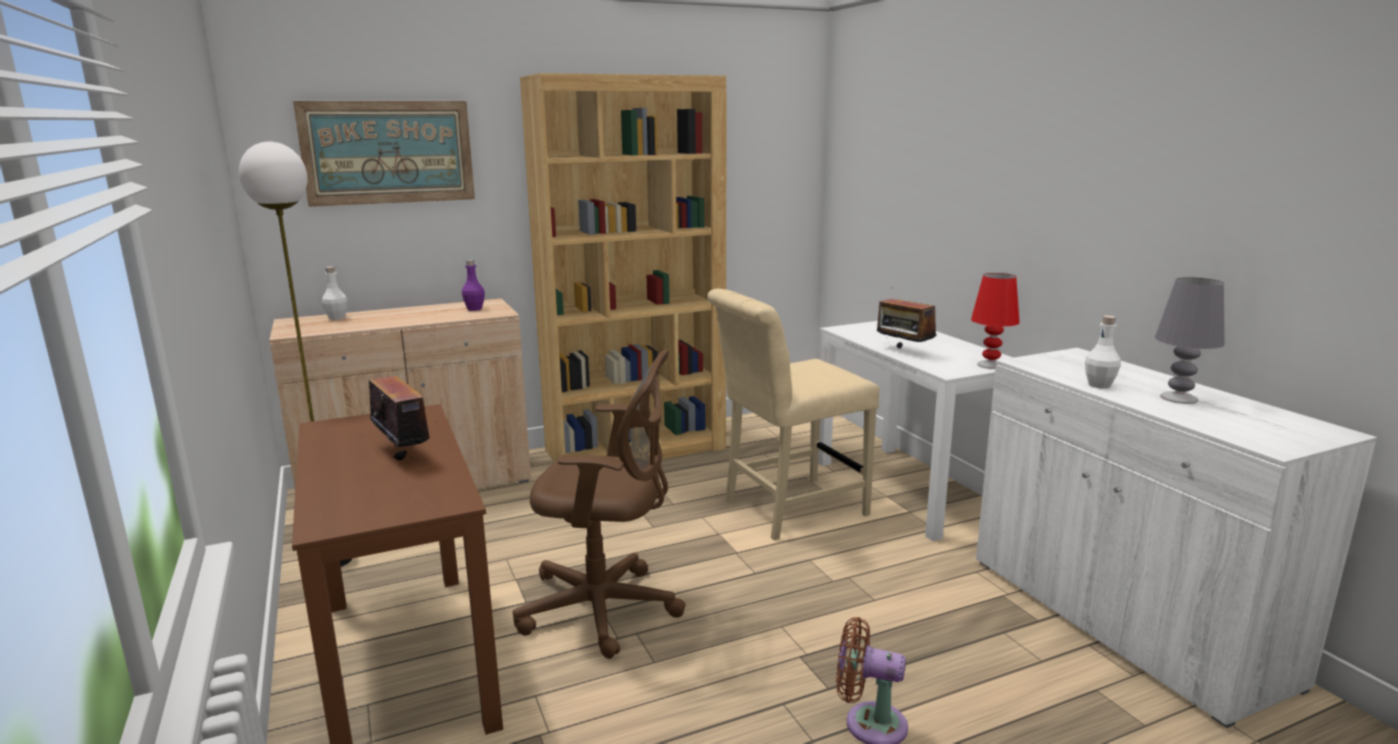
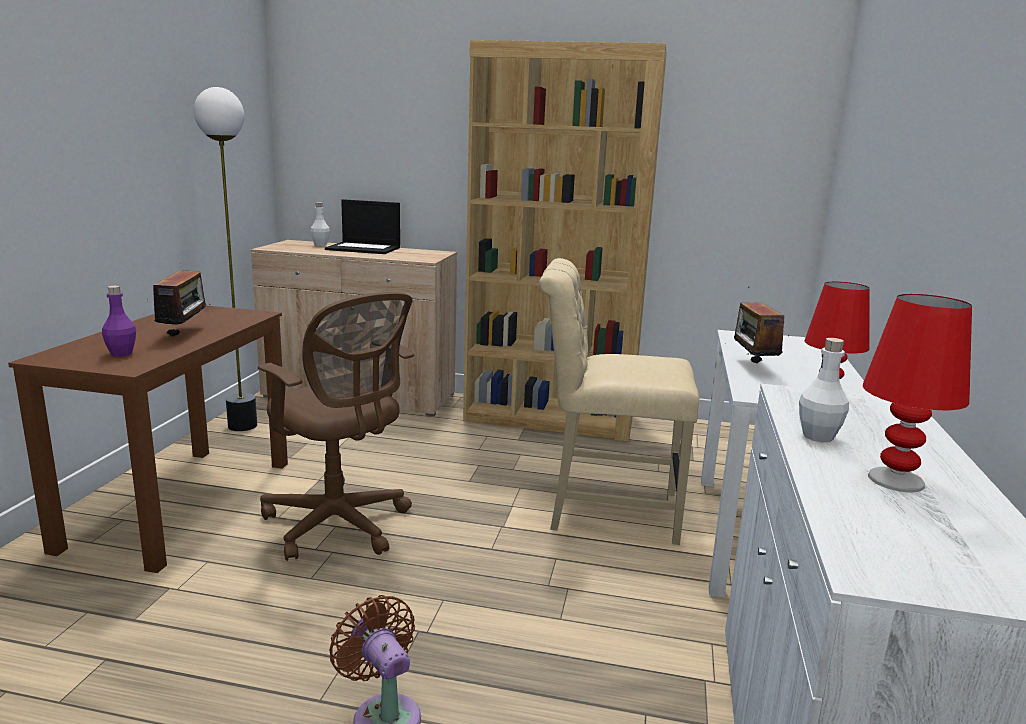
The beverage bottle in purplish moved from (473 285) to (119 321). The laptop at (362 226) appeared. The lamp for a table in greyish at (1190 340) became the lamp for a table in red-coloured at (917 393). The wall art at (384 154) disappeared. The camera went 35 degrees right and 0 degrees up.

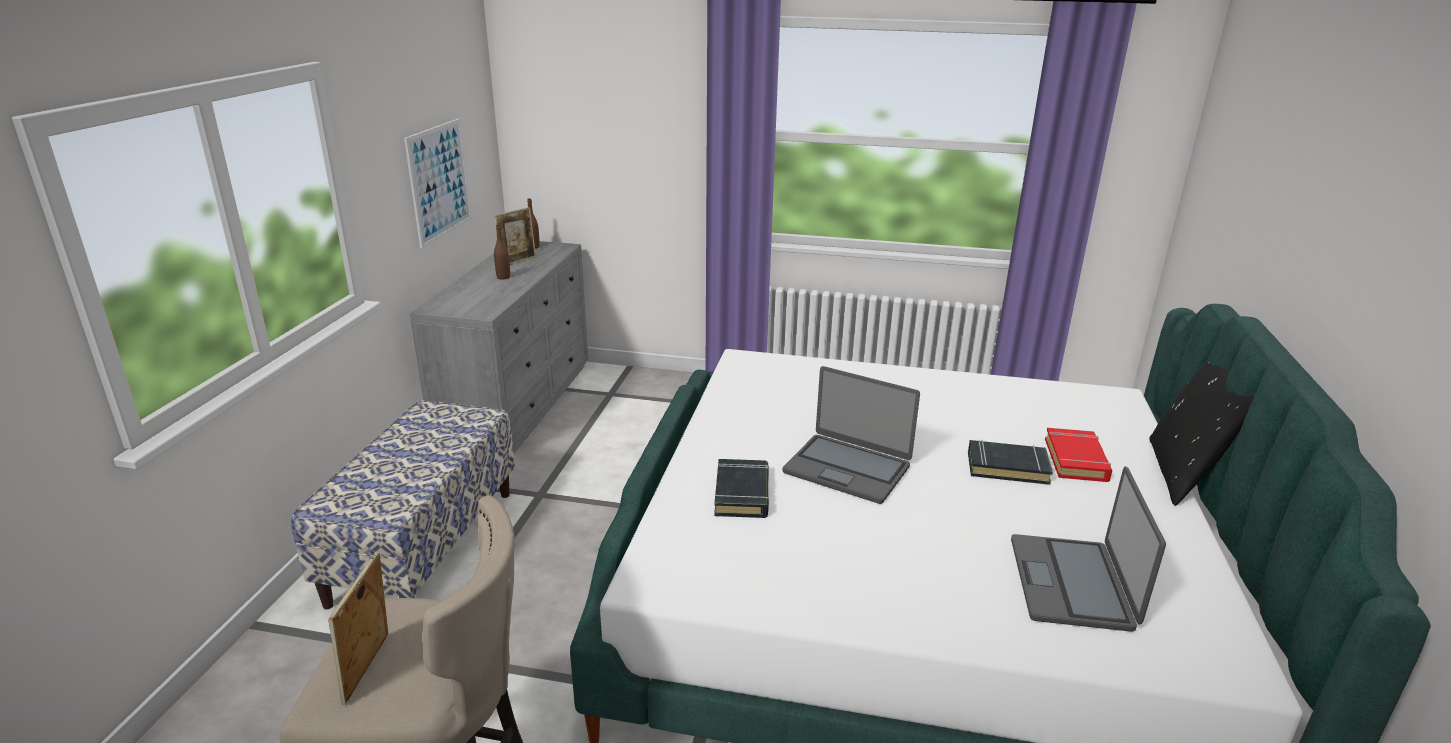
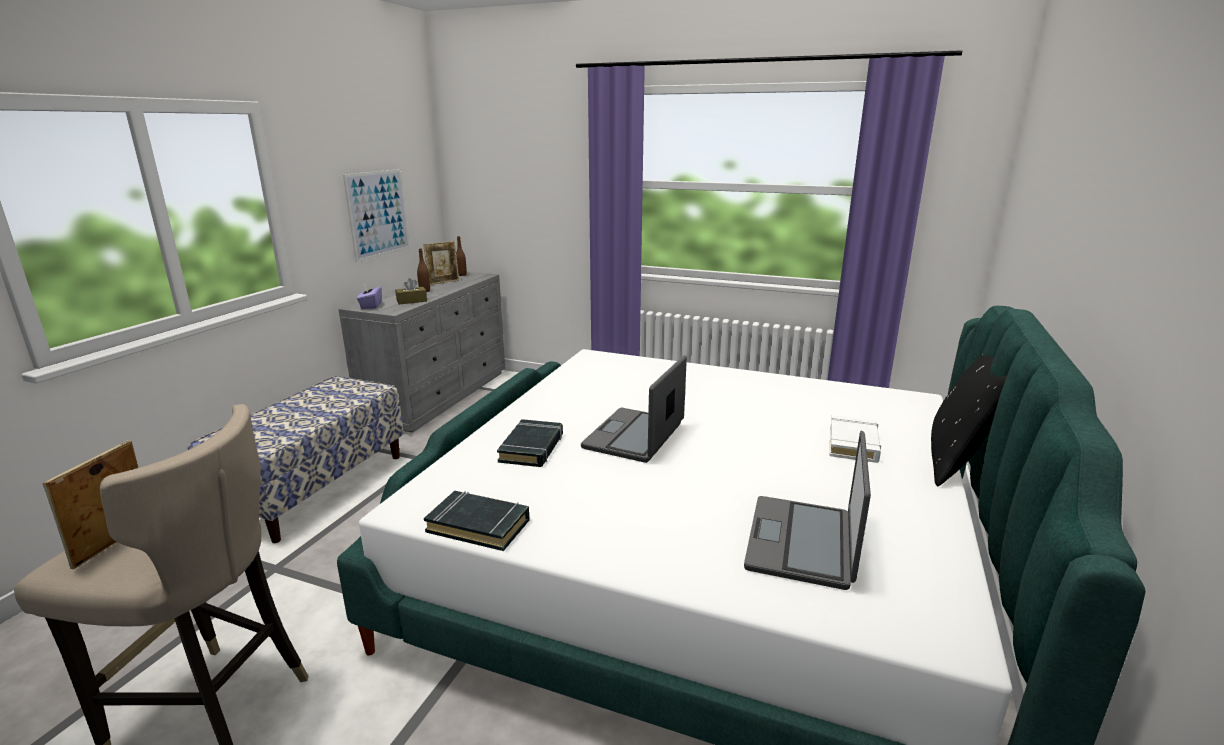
The tissue holder in purplish at (369 295) appeared. The tissue holder in brown at (411 291) appeared. The volume in blackish moved from (1010 462) to (477 521). The laptop at (851 435) turned 75 degrees clockwise. The volume in red-coloured at (1078 455) became the volume in white at (855 439). The camera went 10 degrees right and 5 degrees down.

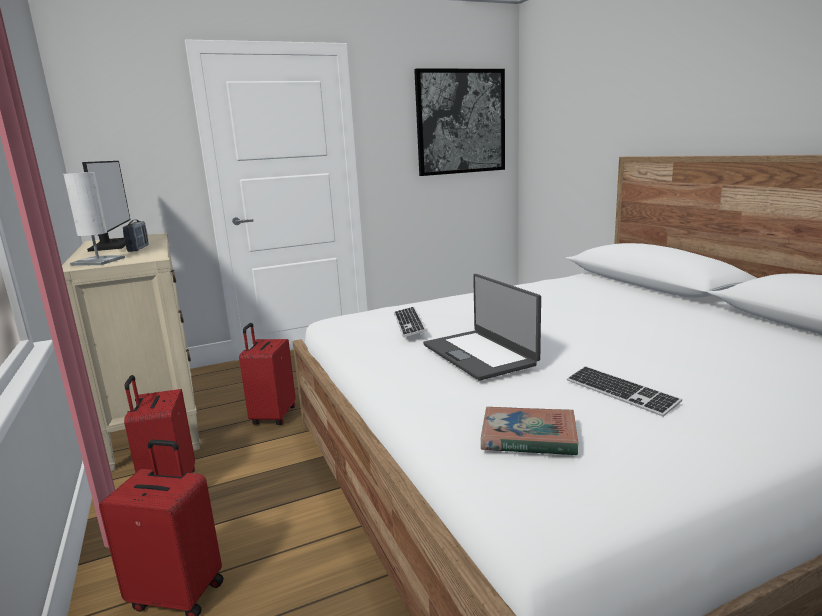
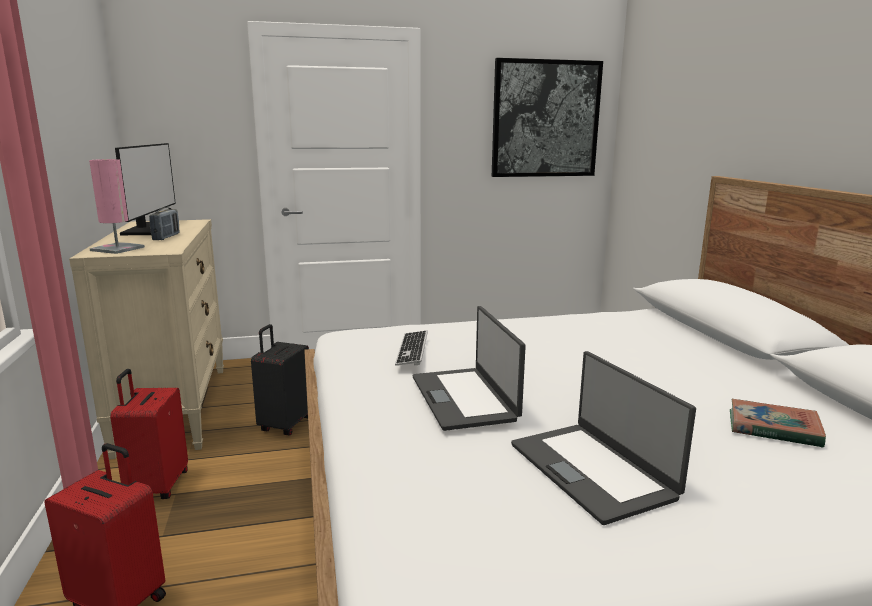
The lamp for a table in white at (94 219) became the lamp for a table in pink-coloured at (117 206). The travel case in red-coloured at (267 374) became the travel case in blackish at (280 379). The keyboard at (624 391) was replaced by the laptop at (603 438). The volume moved from (529 431) to (778 423). The camera went 10 degrees right and 0 degrees up.

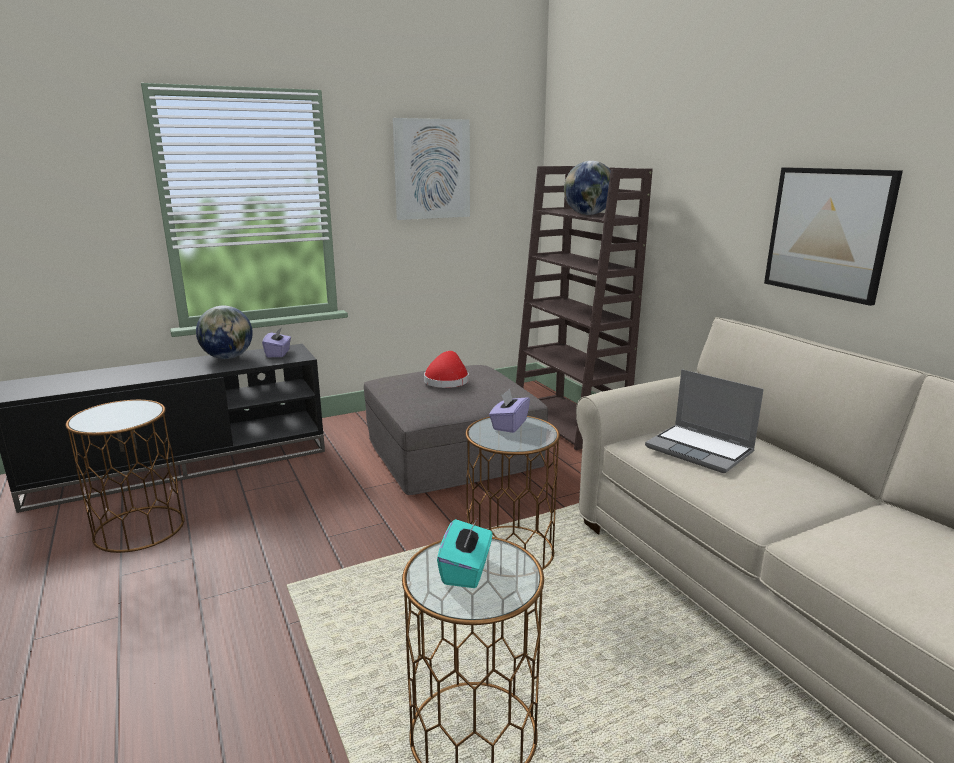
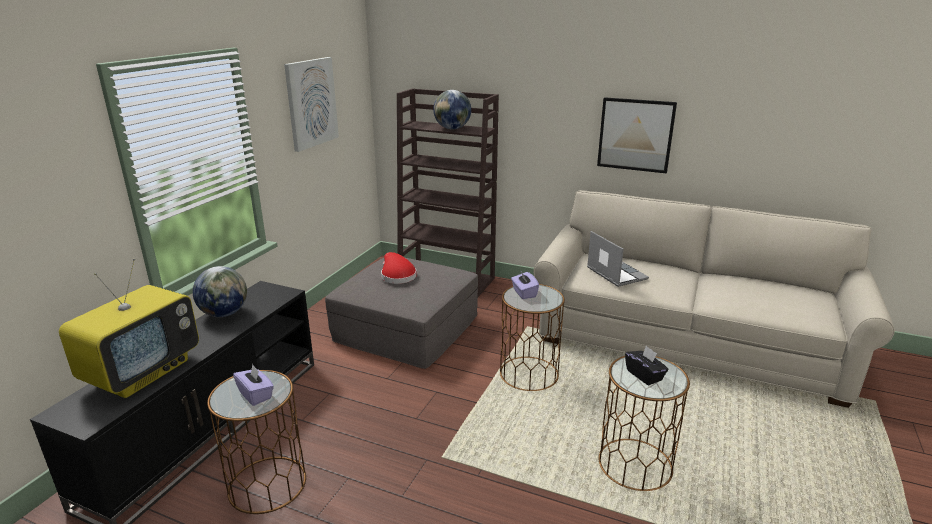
The TV set at (129 328) appeared. The tissue holder in purplish moved from (276 342) to (253 385). The laptop at (704 421) turned 120 degrees counterclockwise. The tissue holder in blue-green at (464 553) became the tissue holder in blackish at (646 365). The camera went 40 degrees left and 5 degrees up.

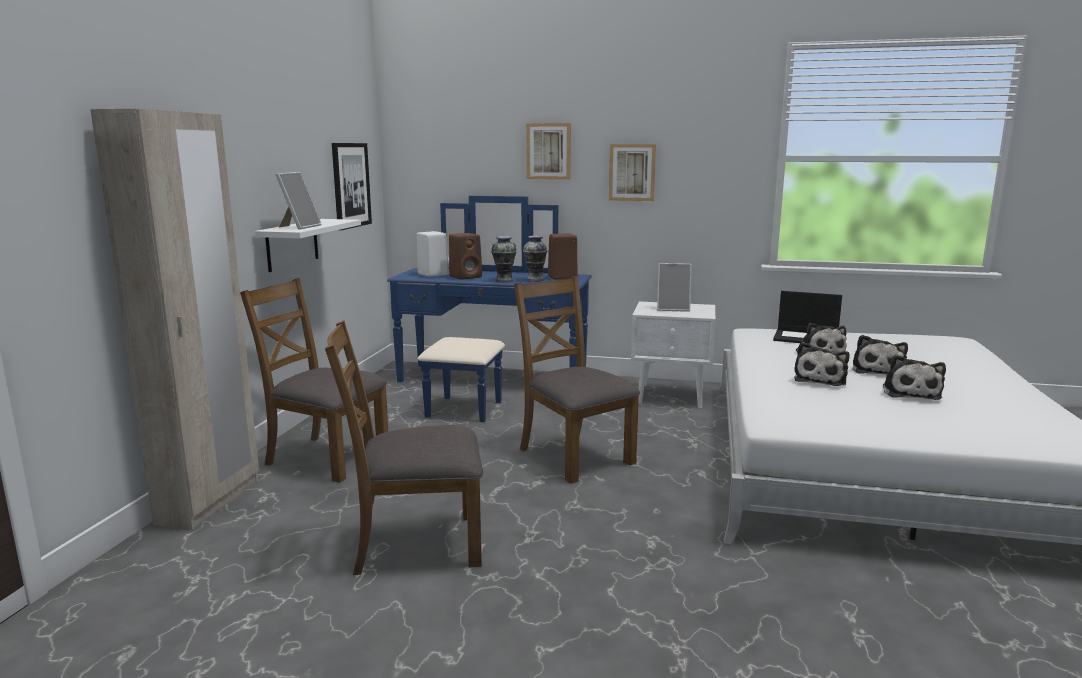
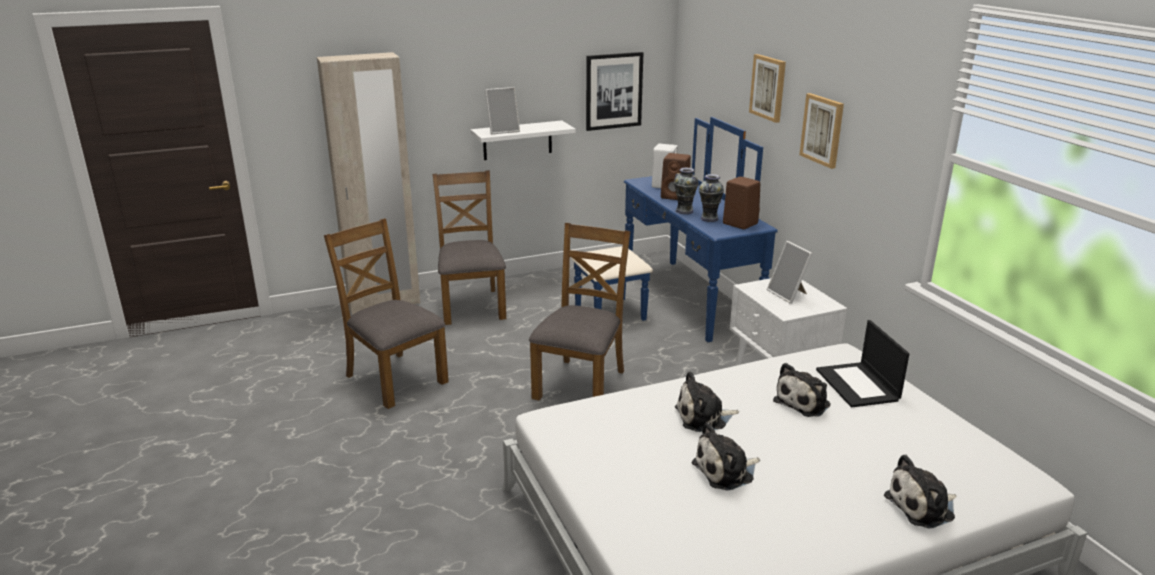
The plush toy moved from (880 355) to (920 492). The camera went 55 degrees right and 10 degrees up.

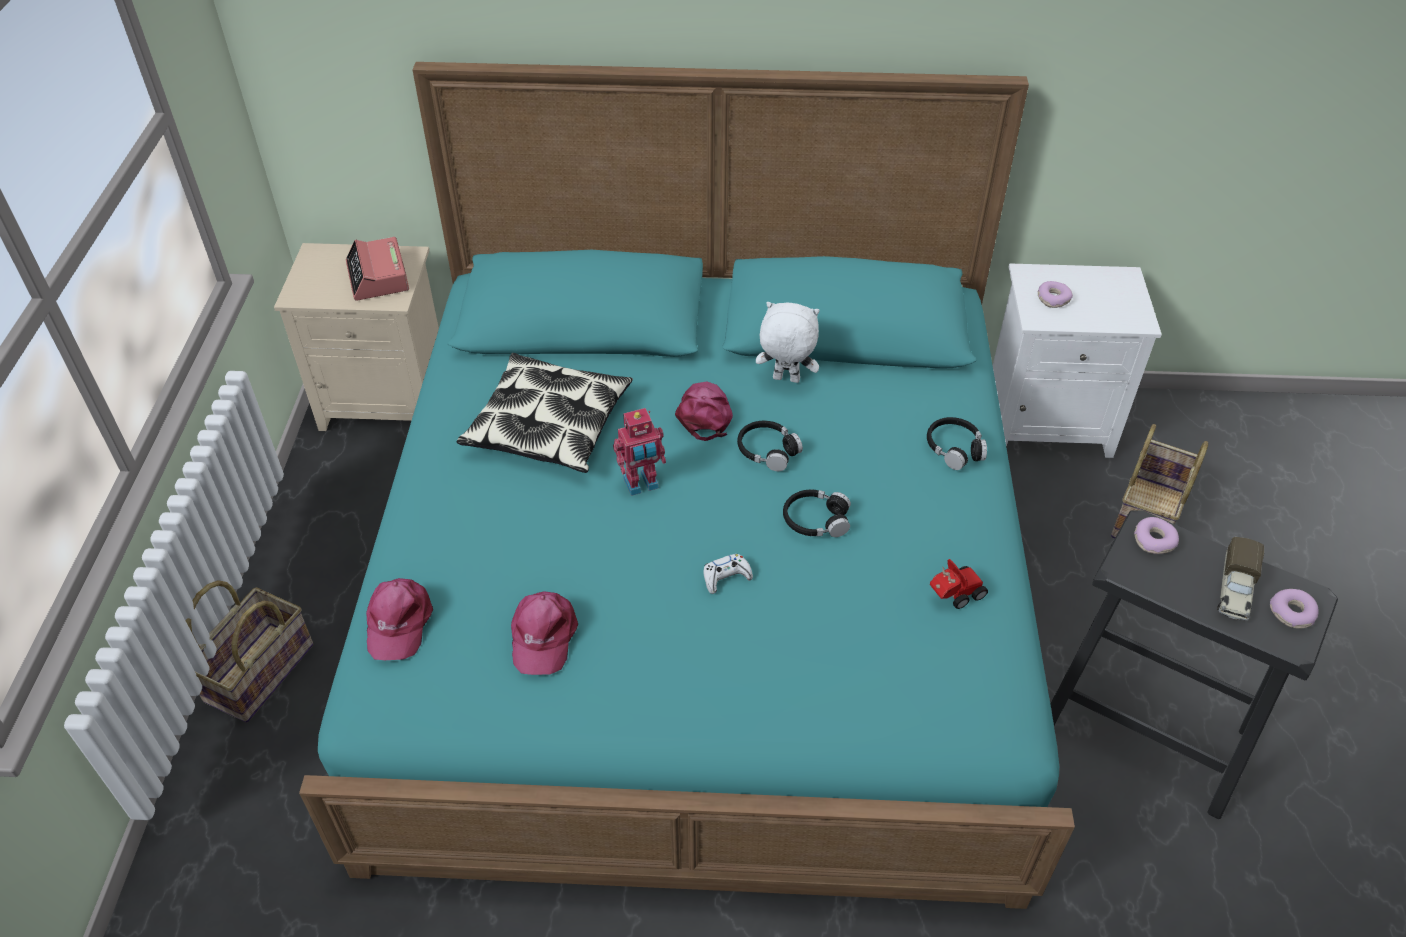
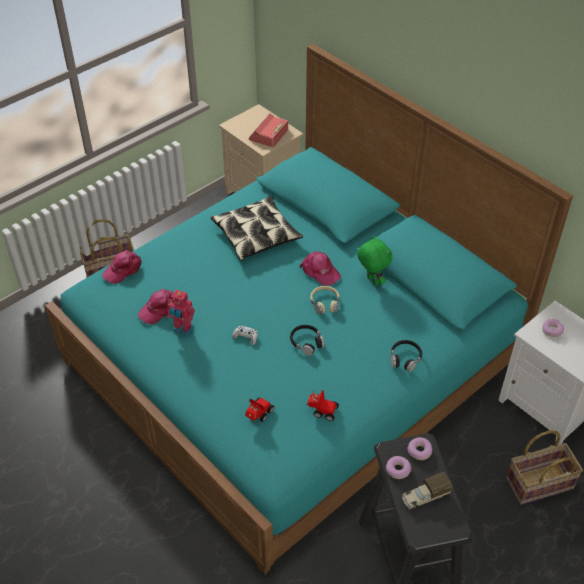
The toy robot moved from (639 452) to (181 312). The model car at (259 410) appeared. The peaked cap in pink-coloured at (704 411) turned 90 degrees clockwise. The headphones in blackish at (770 446) became the headphones in sand-coloured at (325 300). The plush toy in white at (788 342) became the plush toy in greenish at (374 260). The donut moved from (1294 609) to (398 467). The camera went 45 degrees right and 0 degrees up.

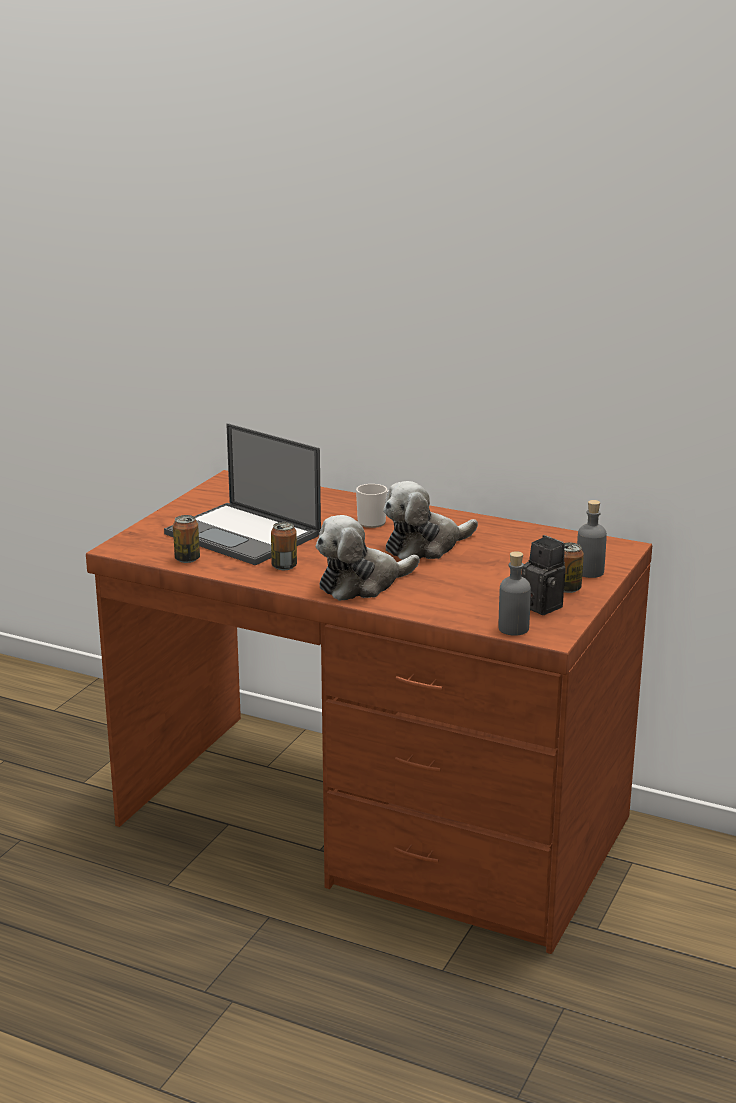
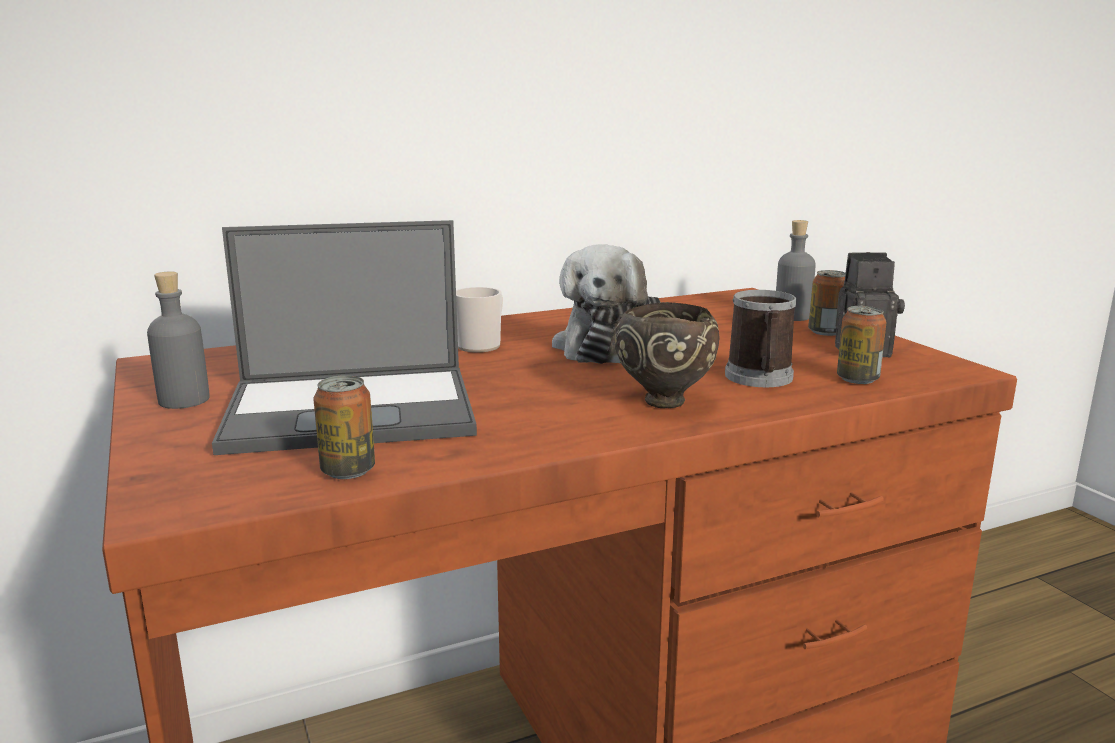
The beverage bottle in greyish moved from (515 593) to (178 340). The plush toy at (367 558) was replaced by the bowl in brown at (667 355). The coffee mug at (760 338) appeared. The metal can moved from (284 546) to (862 345). The camera went 50 degrees left and 5 degrees down.

